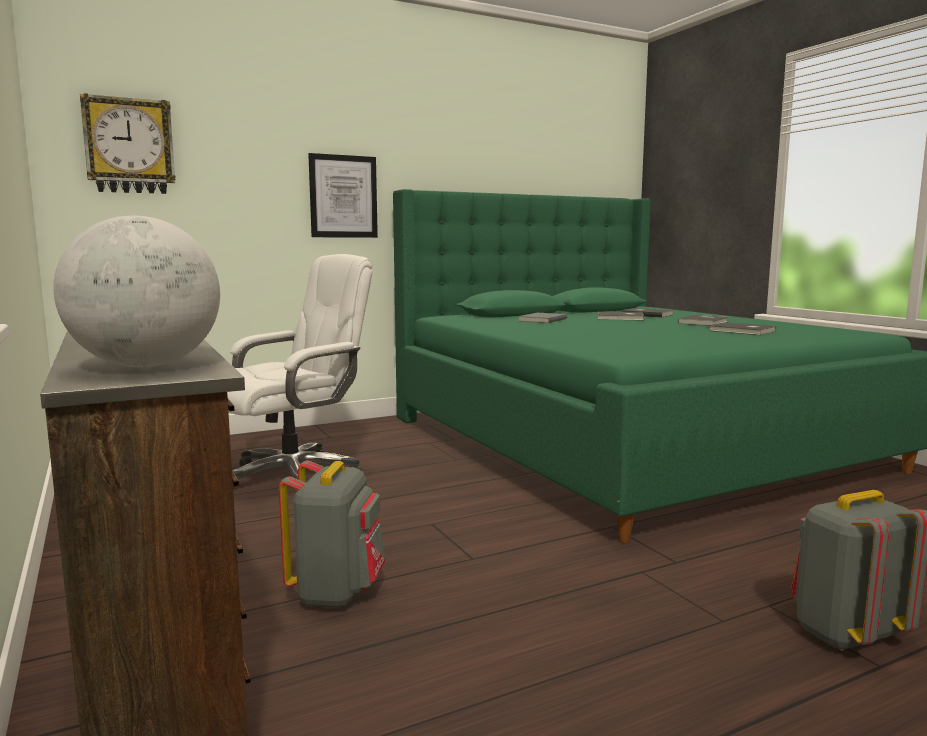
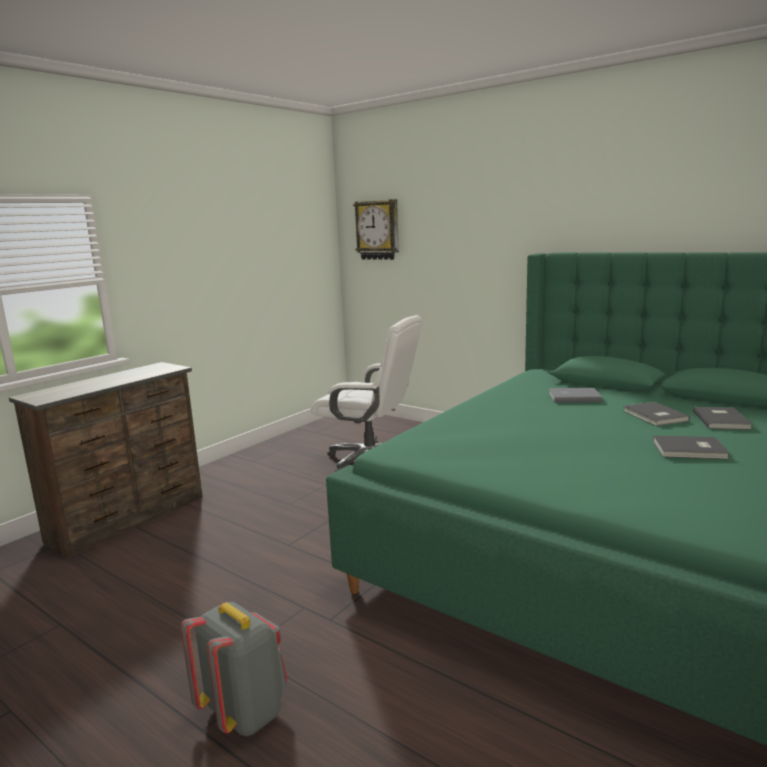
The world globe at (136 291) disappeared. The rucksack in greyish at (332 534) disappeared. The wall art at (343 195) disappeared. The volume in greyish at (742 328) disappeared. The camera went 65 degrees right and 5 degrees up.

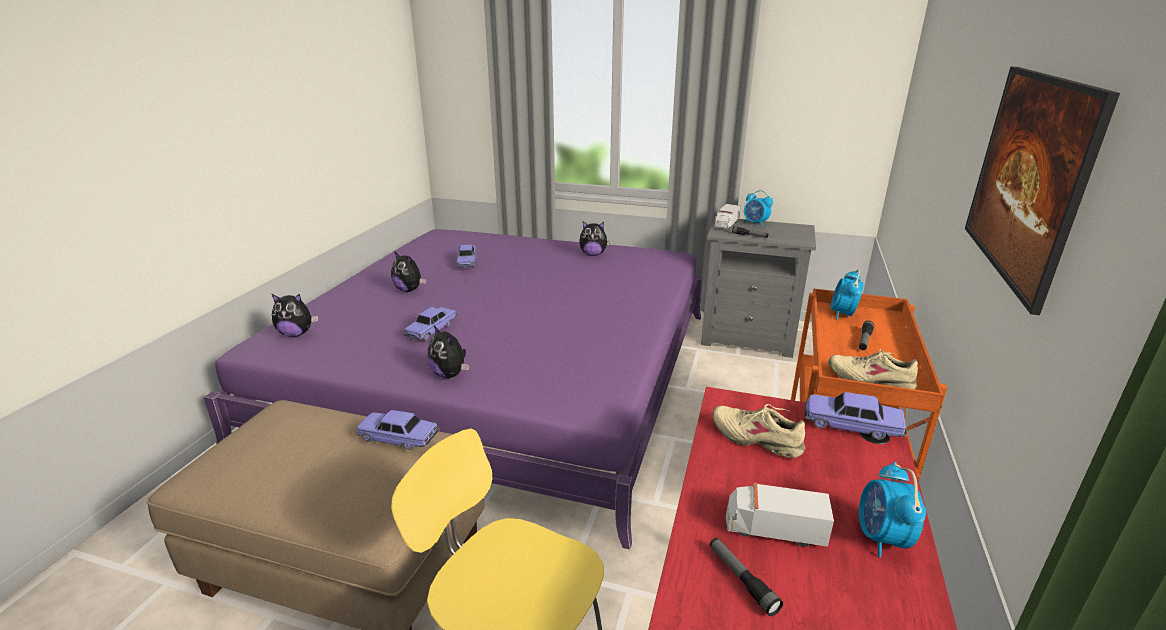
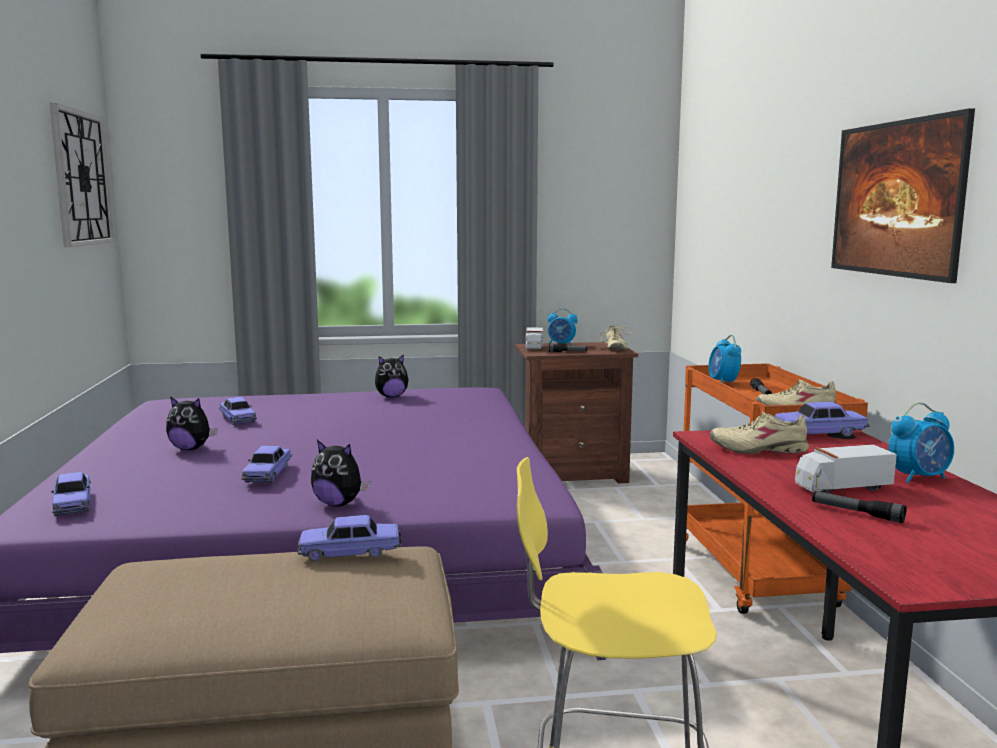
The clock on the wall at (82 175) appeared. The plush toy at (295 315) was replaced by the model car at (71 494). The nightstand in greyish at (758 288) became the nightstand in brown at (576 413). The low shoe in sand-coloured at (615 337) appeared. The table clock at (892 509) turned 90 degrees counterclockwise. The camera went 25 degrees left and 15 degrees down.

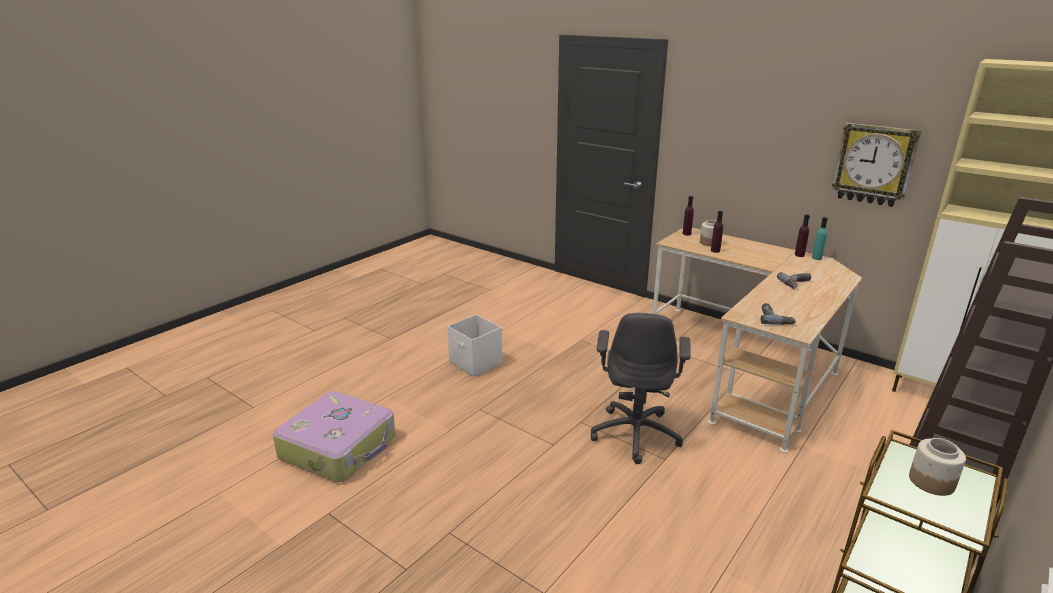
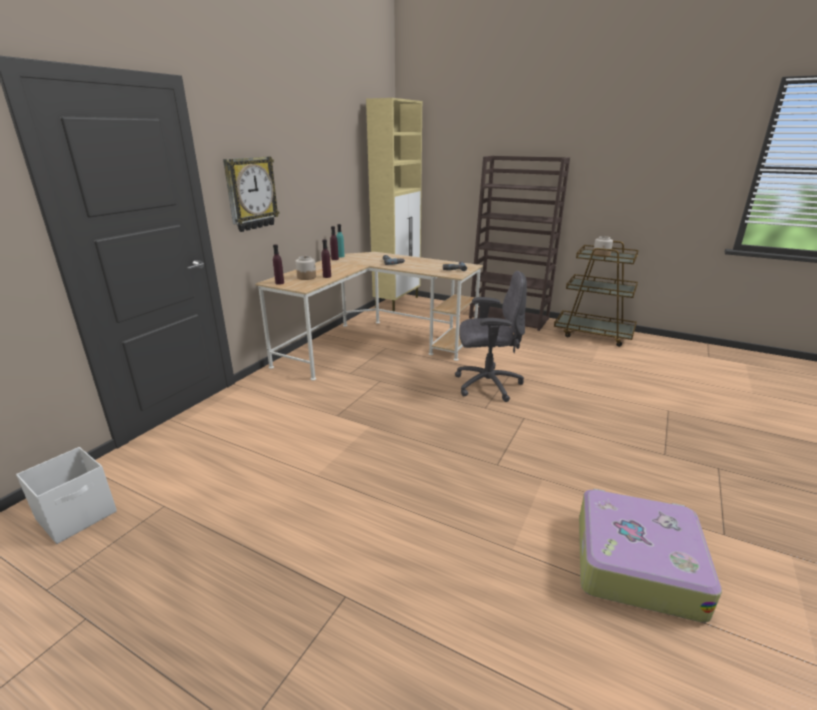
The storage bin in white moved from (474 345) to (66 495). The clock on the wall moved from (876 165) to (251 194). The camera went 100 degrees left and 0 degrees up.

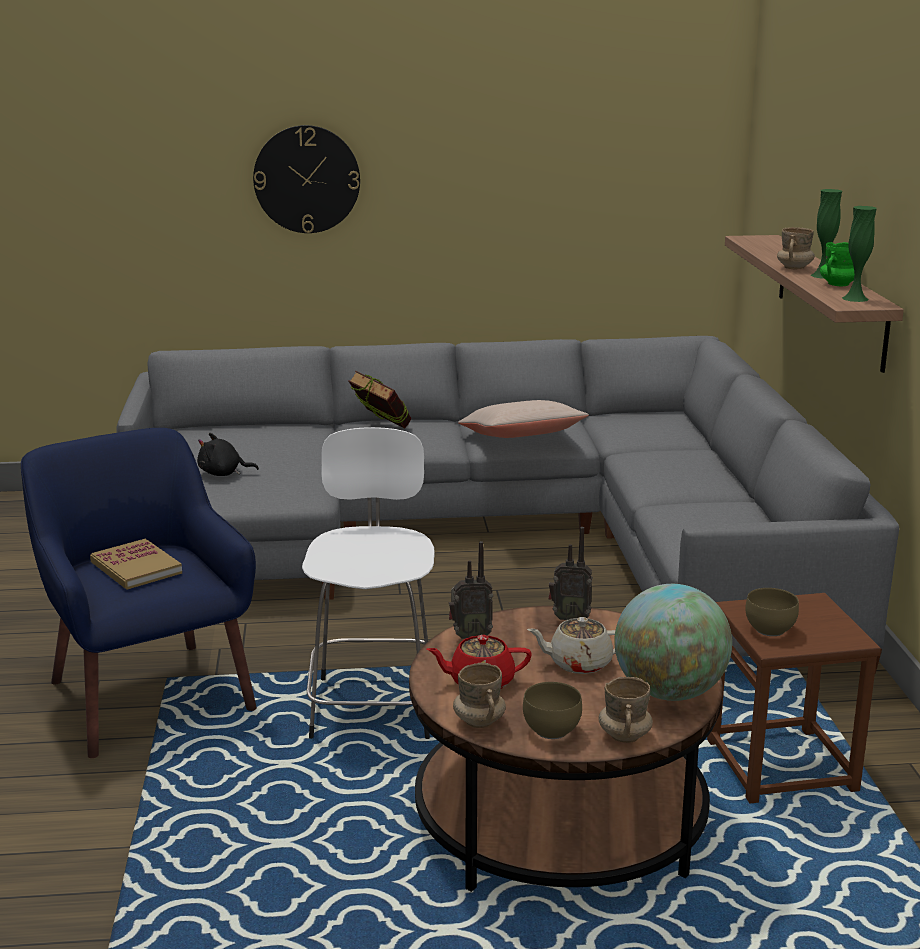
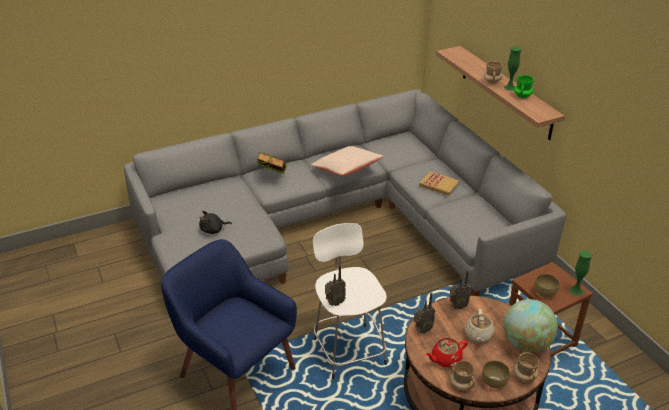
The radio at (335 285) appeared. The volume moved from (136 564) to (439 183). The pot for tea in sand-coloured at (571 645) turned 60 degrees counterclockwise. The decorative vase in greenish moved from (859 254) to (580 273). The clock on the wall at (306 179) disappeared. The camera went 20 degrees left and 15 degrees up.

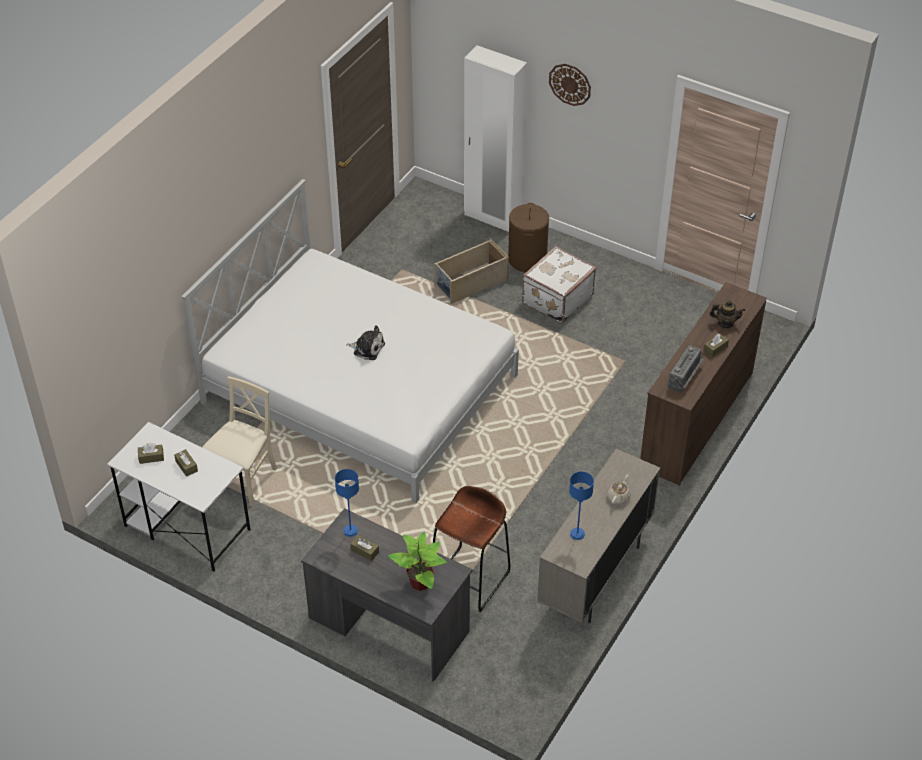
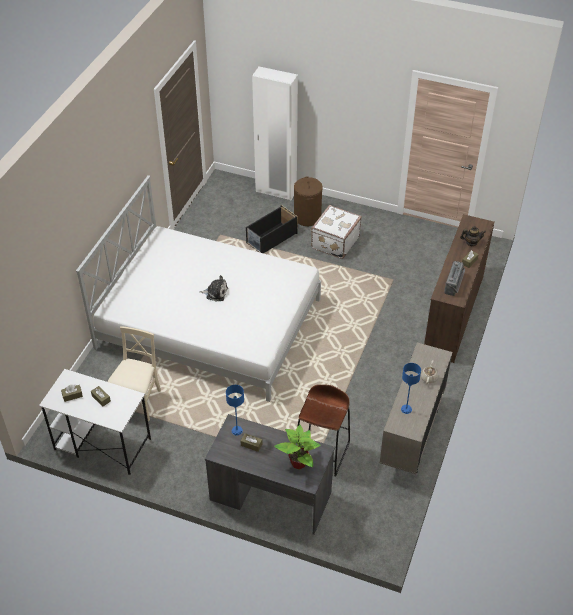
The storage bin in sand-coloured at (471 271) became the storage bin in blackish at (272 229). The clock on the wall at (570 85) disappeared. The camera went 10 degrees left and 0 degrees up.

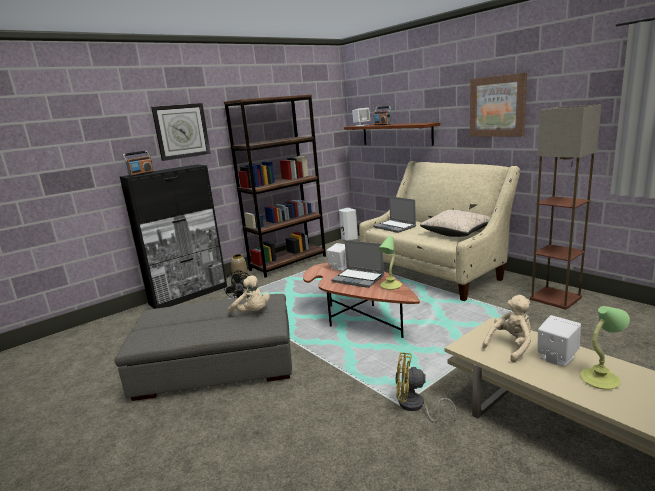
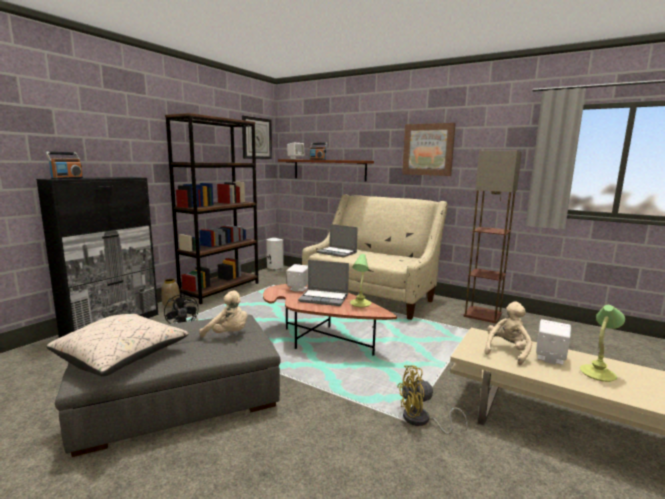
The throw pillow in sand-coloured moved from (455 223) to (118 345). The clock on the wall moved from (181 132) to (257 137). The camera went 20 degrees left and 5 degrees down.

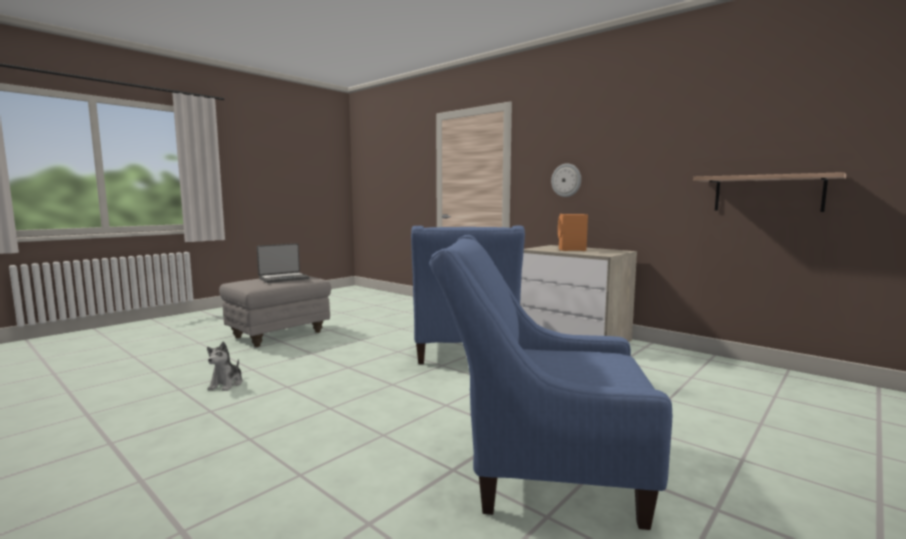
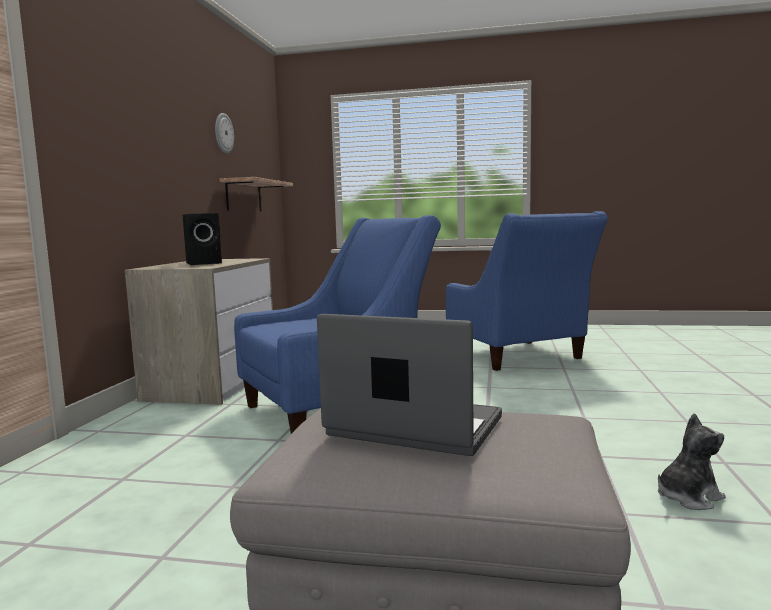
The audio speaker in orange at (573 232) became the audio speaker in blackish at (202 239). The clock on the wall moved from (566 180) to (224 133). The camera went 120 degrees left and 0 degrees up.

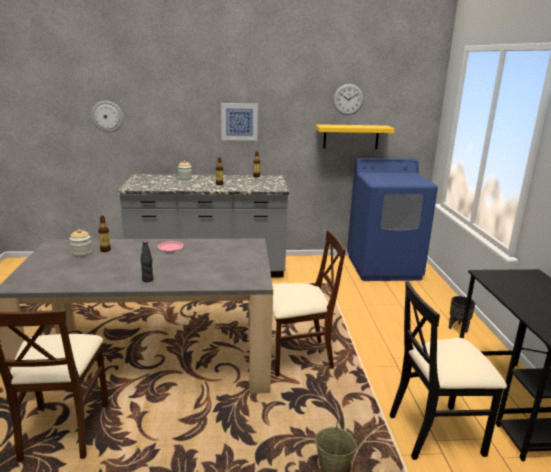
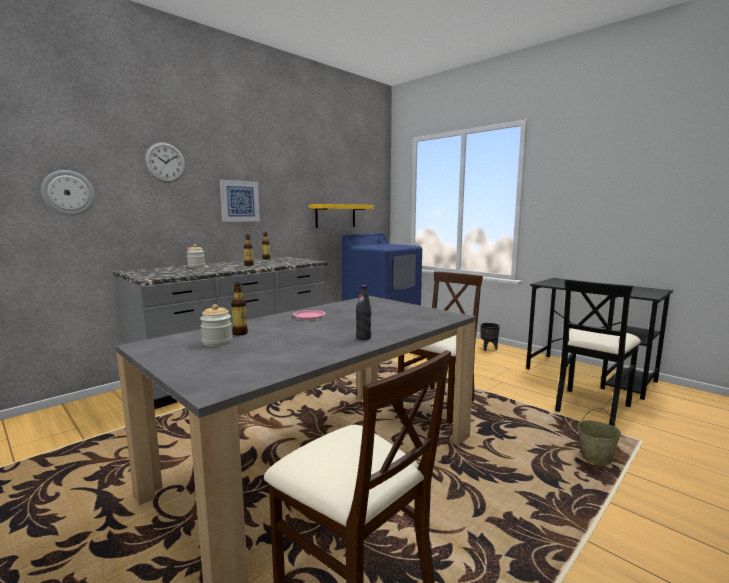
The clock on the wall moved from (348 99) to (165 162). The camera went 40 degrees left and 10 degrees down.

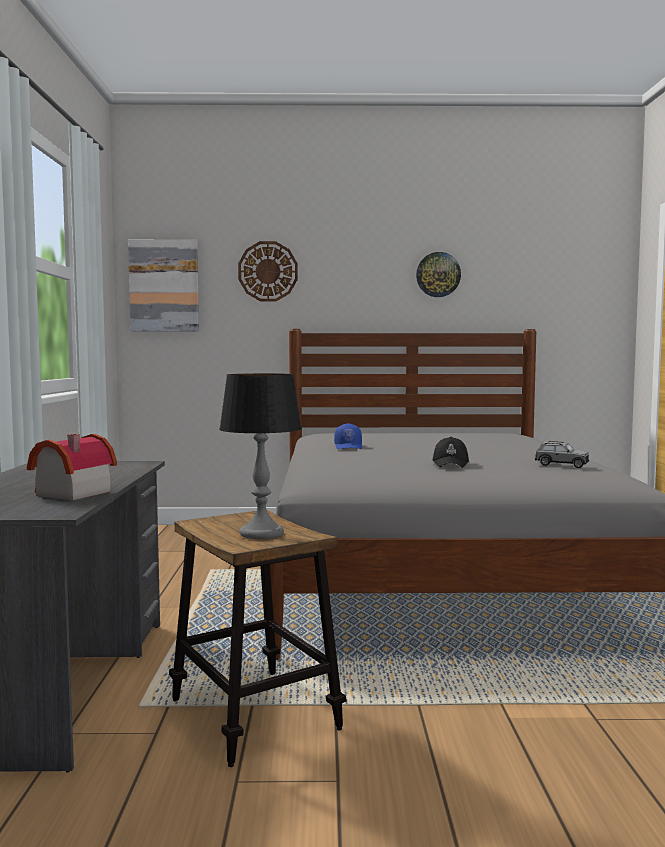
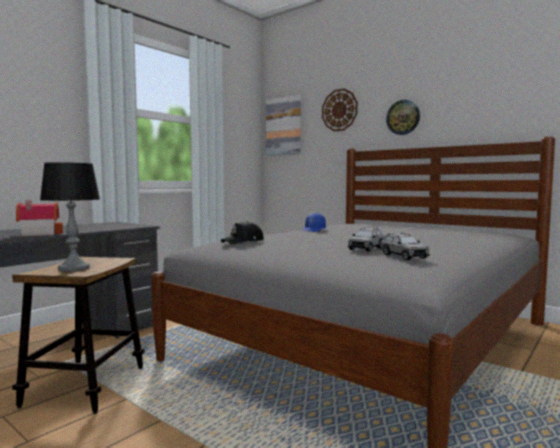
The peaked cap in blackish moved from (450 452) to (242 232). The model car in greyish at (365 240) appeared. The clock on the wall moved from (438 274) to (403 117). The camera went 40 degrees right and 0 degrees up.

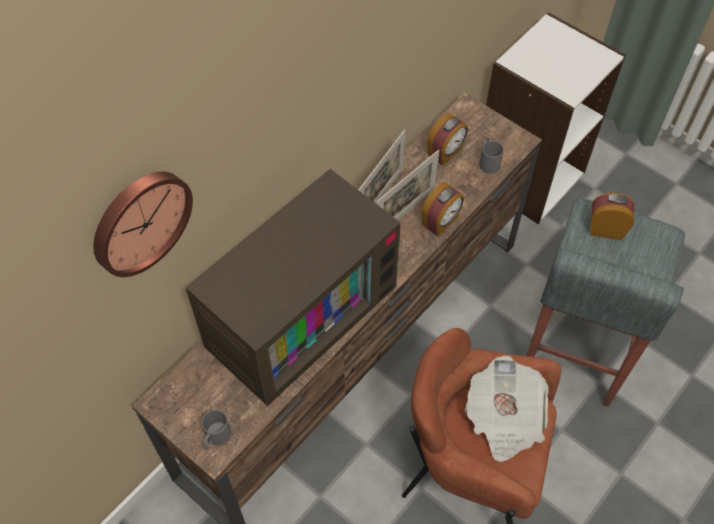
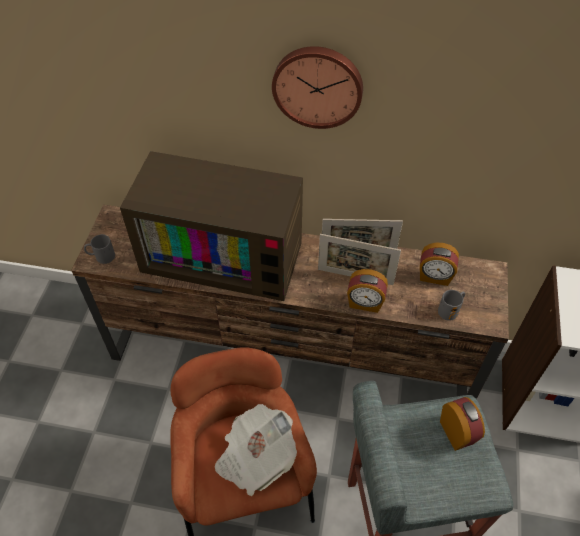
The clock on the wall moved from (143 224) to (317 87). The camera went 60 degrees right and 5 degrees down.

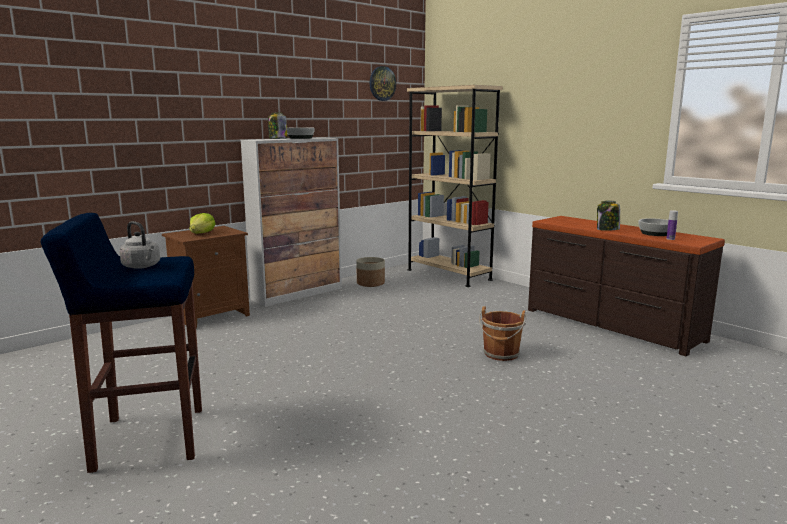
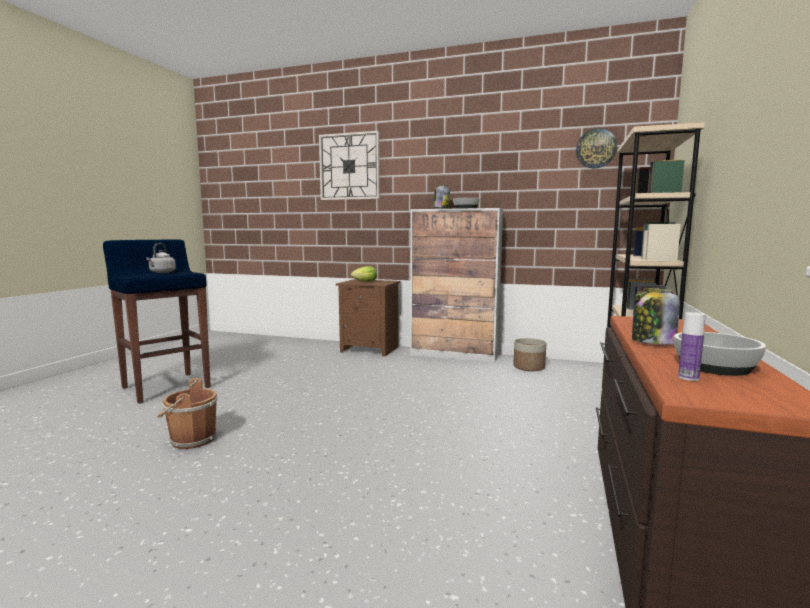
The water bucket in brown moved from (503 333) to (187 413). The clock on the wall at (349 165) appeared. The camera went 60 degrees right and 5 degrees down.

